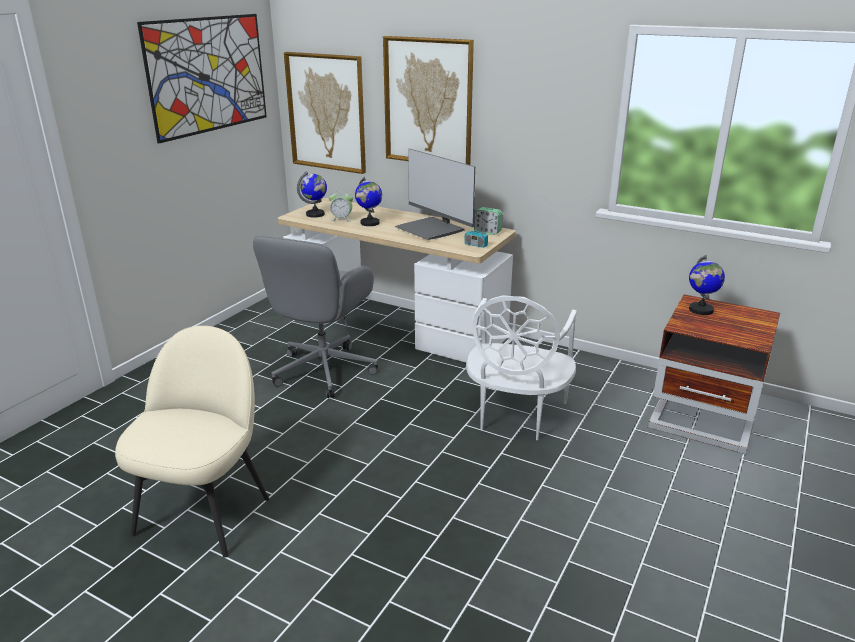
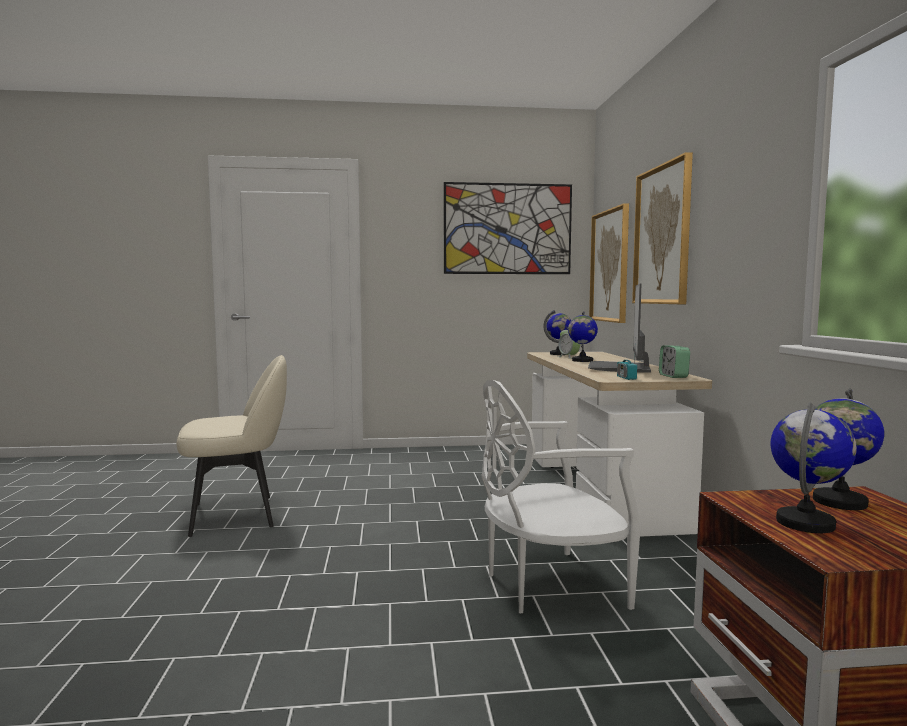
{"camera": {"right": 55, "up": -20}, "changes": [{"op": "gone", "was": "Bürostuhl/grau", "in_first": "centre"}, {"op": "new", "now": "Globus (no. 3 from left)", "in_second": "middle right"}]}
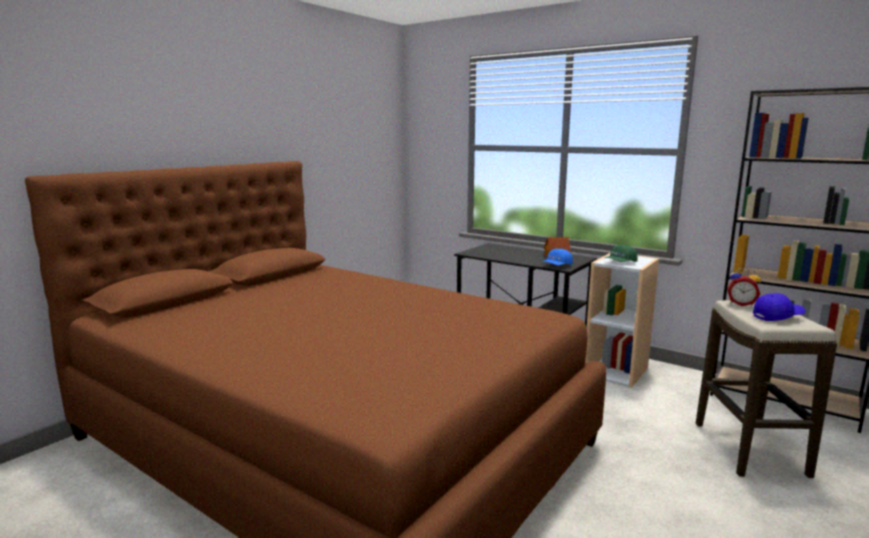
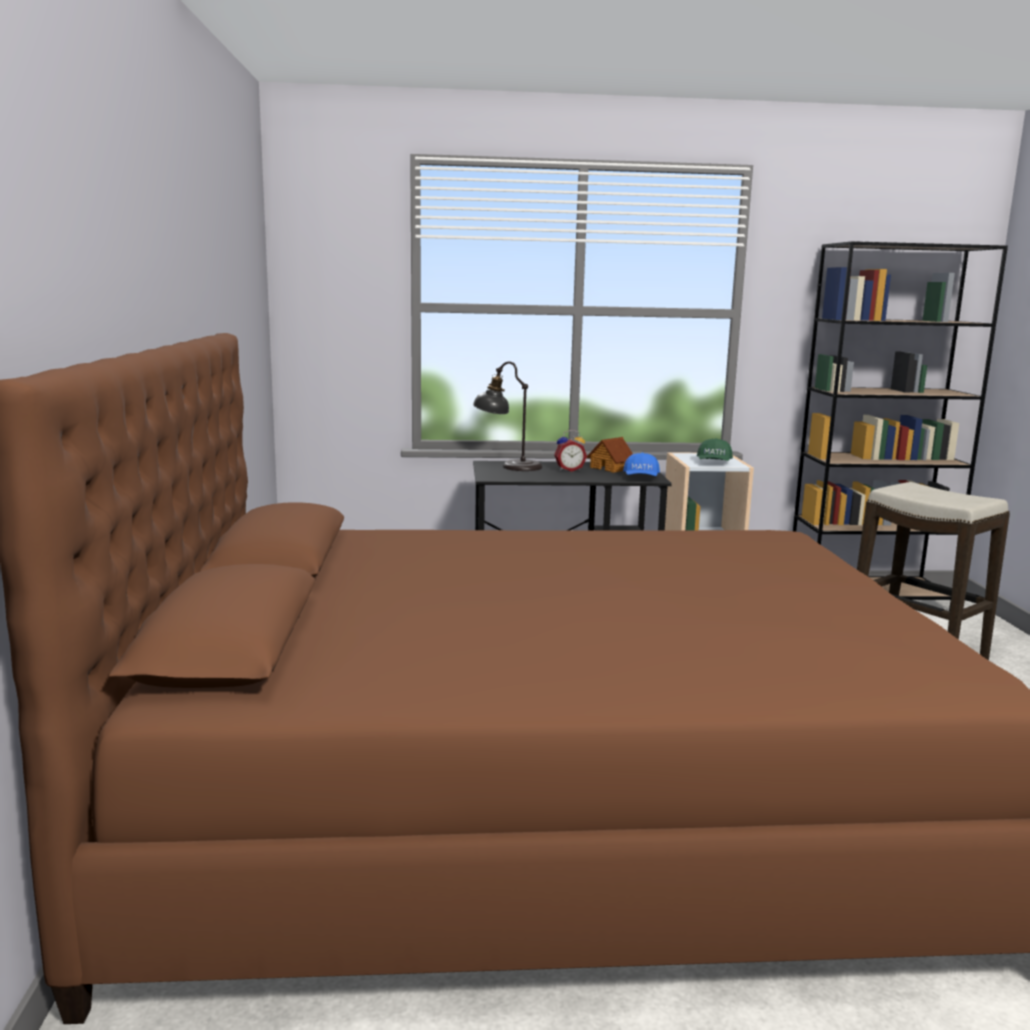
{"camera": {"right": -40, "up": 0}, "changes": [{"op": "shifted", "was": "Wecker", "in_first": "middle right", "in_second": "centre"}, {"op": "gone", "was": "Kappe/blau (no. 2 from left)", "in_first": "middle right"}, {"op": "new", "now": "Tischlampe/grau", "in_second": "centre"}]}
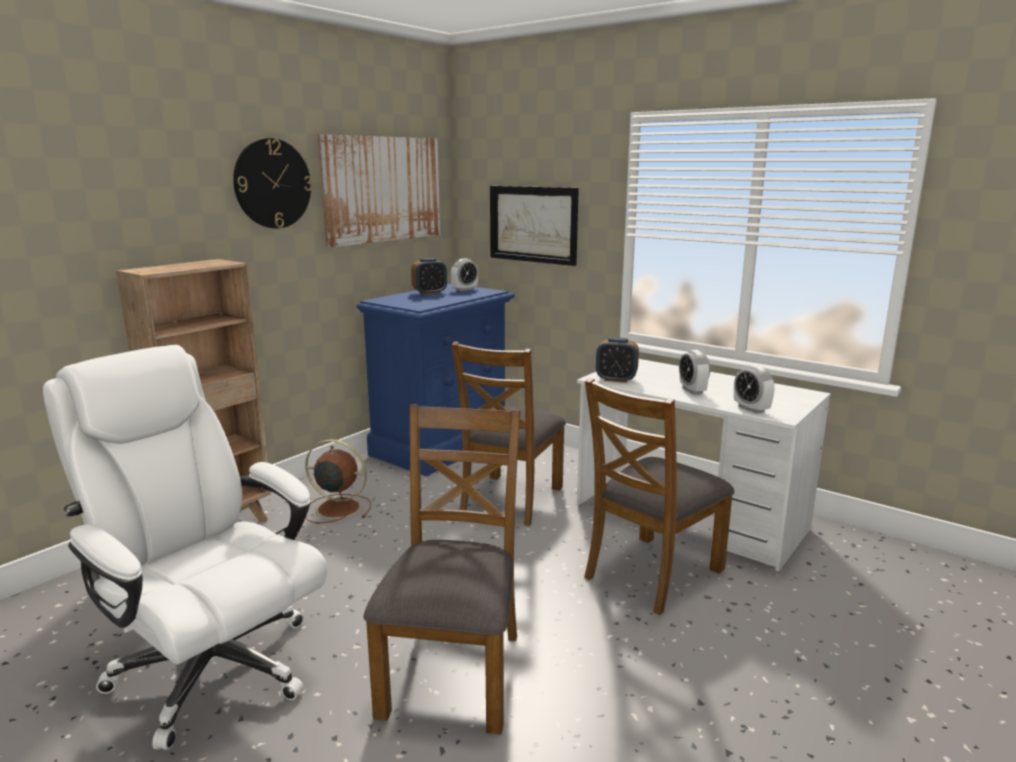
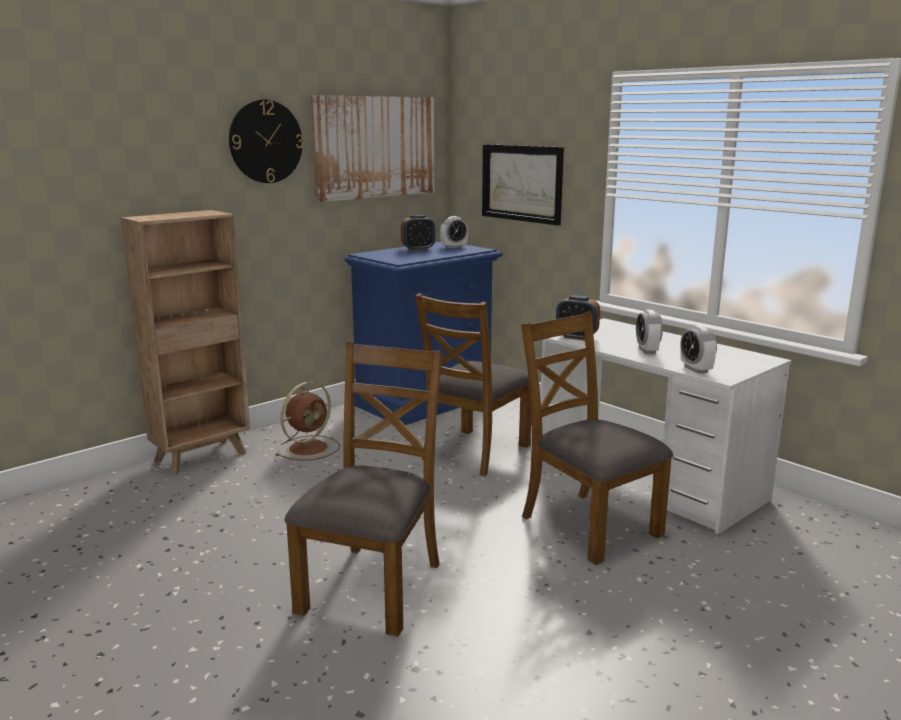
{"camera": {"right": 10, "up": 0}, "changes": [{"op": "gone", "was": "Bürostuhl/weiß", "in_first": "bottom left"}, {"op": "rotated", "was": "Stuhl/braun (no. 3 from left)", "in_first": "centre", "in_second": "centre", "clockwise": 90}, {"op": "rotated", "was": "Ventilator/braun", "in_first": "middle left", "in_second": "centre", "clockwise": 105}]}
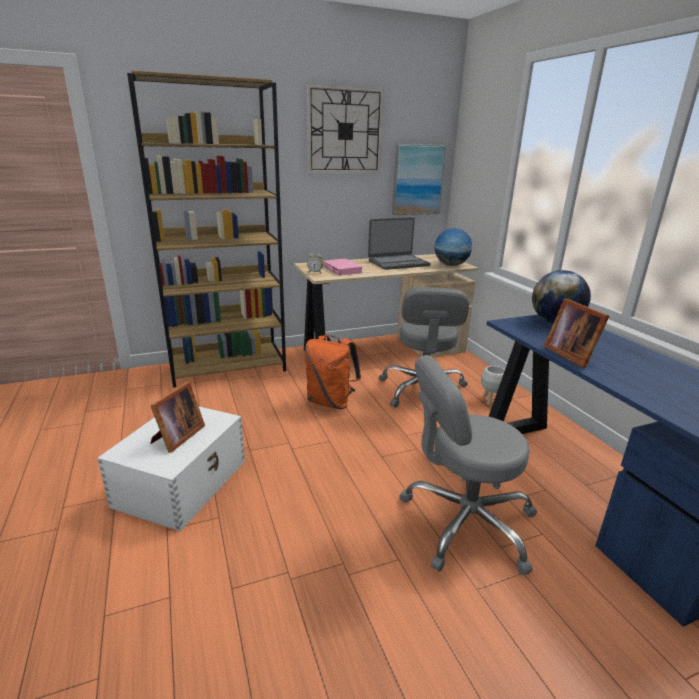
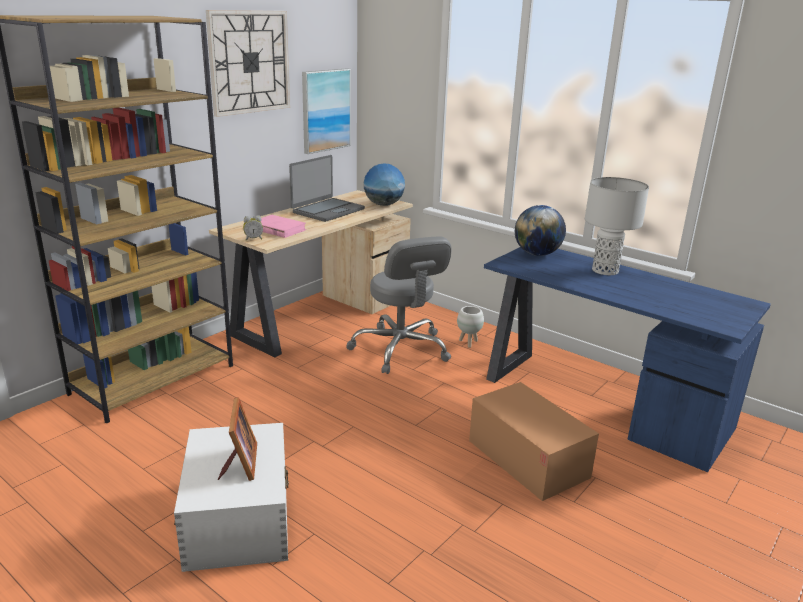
{"camera": {"right": -30, "up": 0}, "changes": [{"op": "gone", "was": "Bilderrahmen (no. 2 from left)", "in_first": "middle right"}, {"op": "gone", "was": "Rucksack/orange", "in_first": "centre"}, {"op": "swapped", "was": "Bürostuhl/grau (no. 2 from left)", "now": "Karton", "in_first": "middle right", "in_second": "bottom centre"}, {"op": "new", "now": "Tischlampe/weiß", "in_second": "middle right"}]}
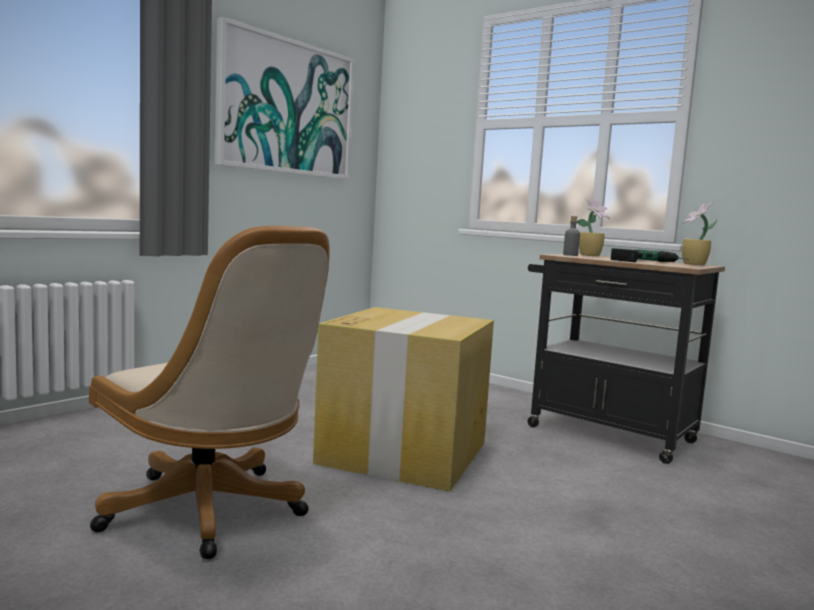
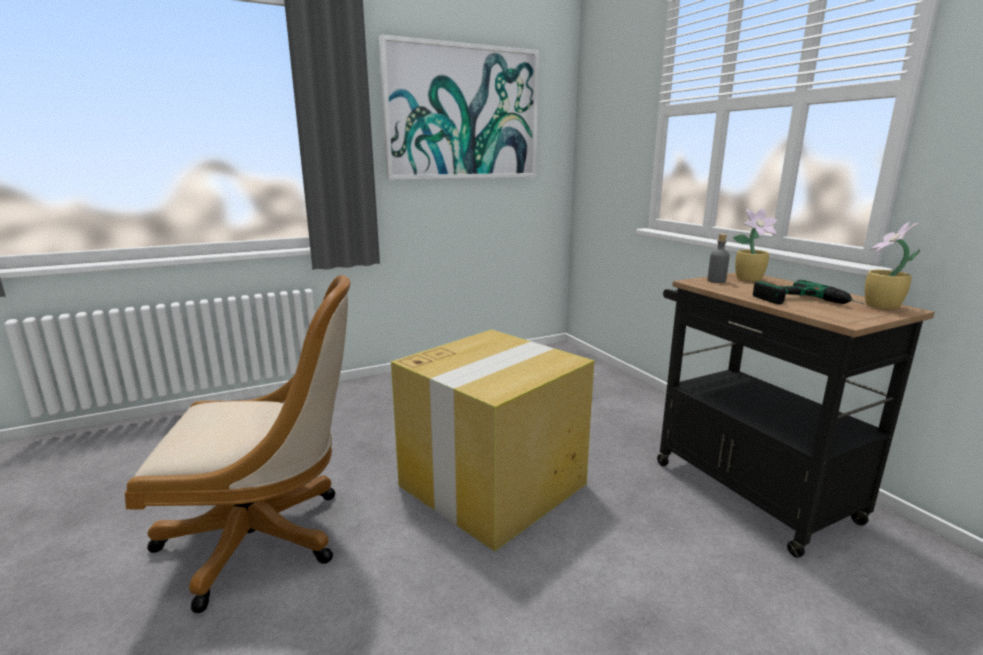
{"camera": {"right": 25, "up": 10}, "changes": [{"op": "rotated", "was": "Bürostuhl", "in_first": "middle left", "in_second": "bottom left", "clockwise": -75}]}
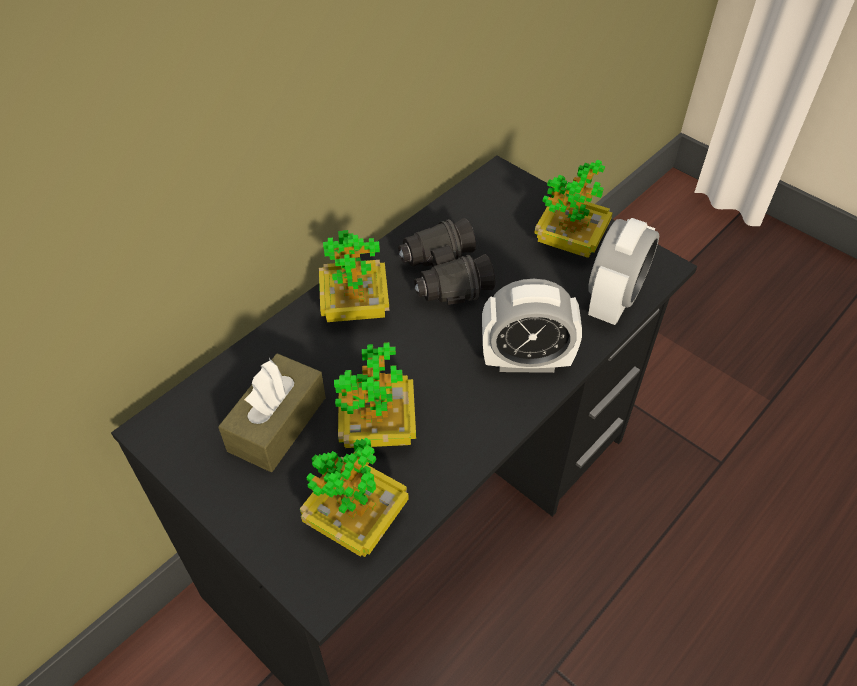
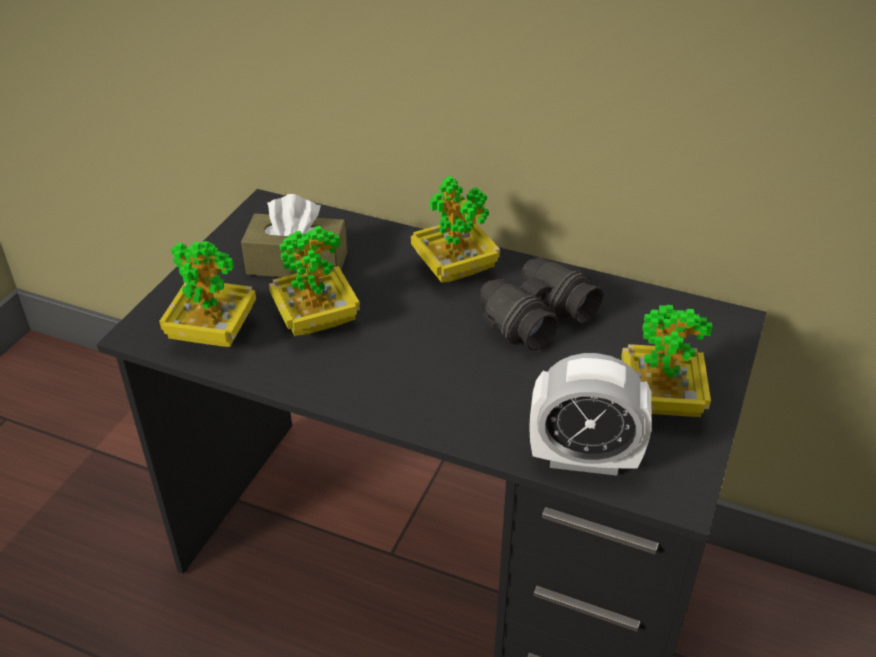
{"camera": {"right": 70, "up": -10}, "changes": [{"op": "gone", "was": "Wecker (no. 1 from left)", "in_first": "centre"}]}
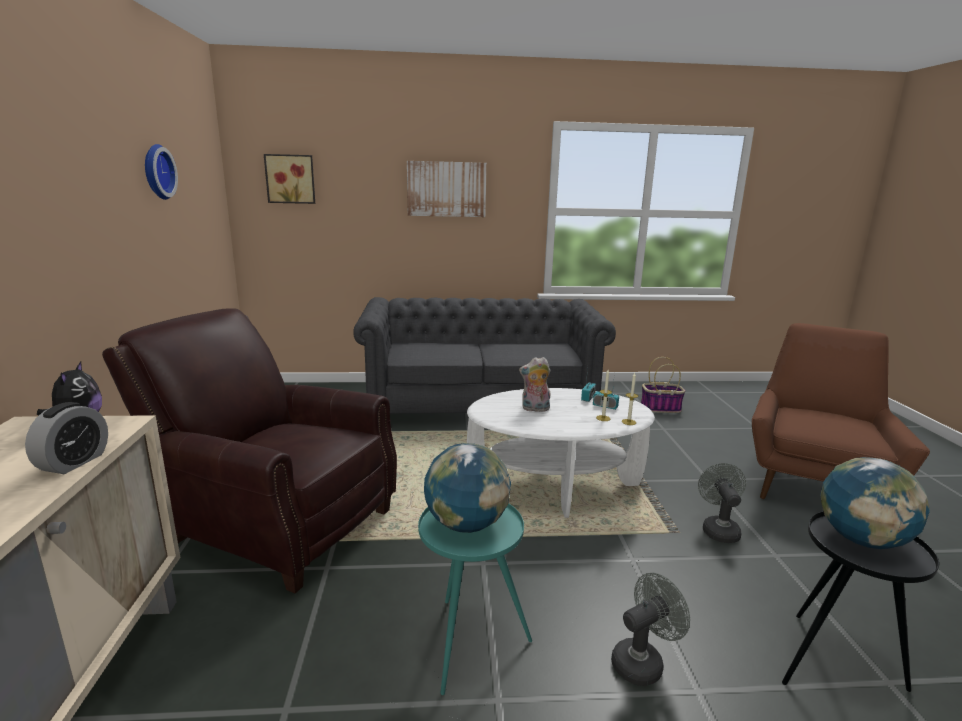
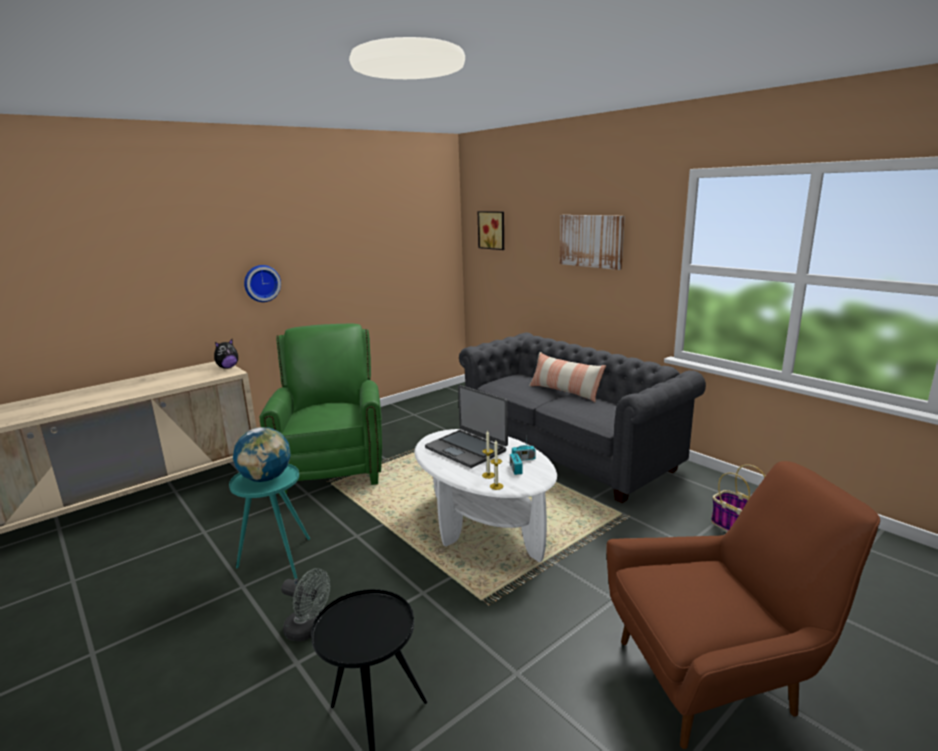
{"camera": {"right": 55, "up": 0}, "changes": [{"op": "shifted", "was": "Wanduhr", "in_first": "top left", "in_second": "middle left"}, {"op": "repainted", "was": "Sessel/braun (no. 1 from left)", "now": "Sessel/grün", "in_first": "middle left", "in_second": "centre"}, {"op": "swapped", "was": "Plüschtier (no. 2 from left)", "now": "Laptop", "in_first": "centre", "in_second": "centre"}, {"op": "gone", "was": "Wecker", "in_first": "middle left"}, {"op": "gone", "was": "Globus (no. 2 from left)", "in_first": "bottom right"}, {"op": "gone", "was": "Ventilator/grau (no. 2 from left)", "in_first": "bottom right"}, {"op": "new", "now": "Kissen", "in_second": "centre"}]}
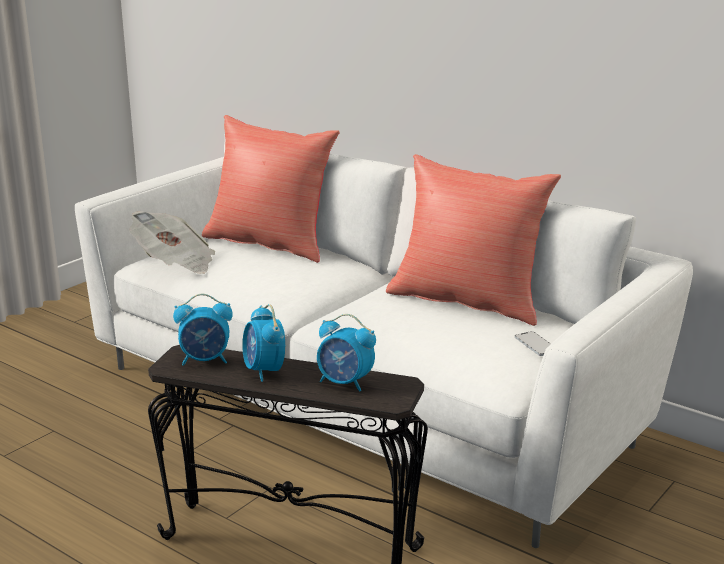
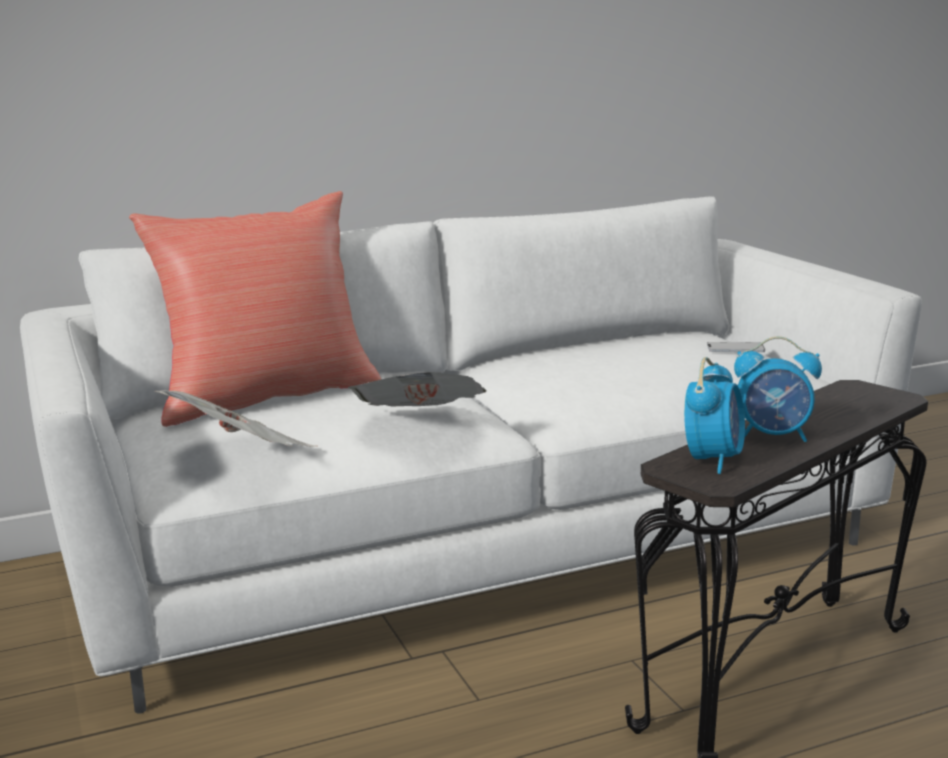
{"camera": {"right": -60, "up": -5}, "changes": [{"op": "gone", "was": "Kissen/rot (no. 2 from left)", "in_first": "centre"}, {"op": "gone", "was": "Wecker (no. 3 from left)", "in_first": "centre"}, {"op": "new", "now": "Zeitung (no. 2 from left)", "in_second": "centre"}]}
